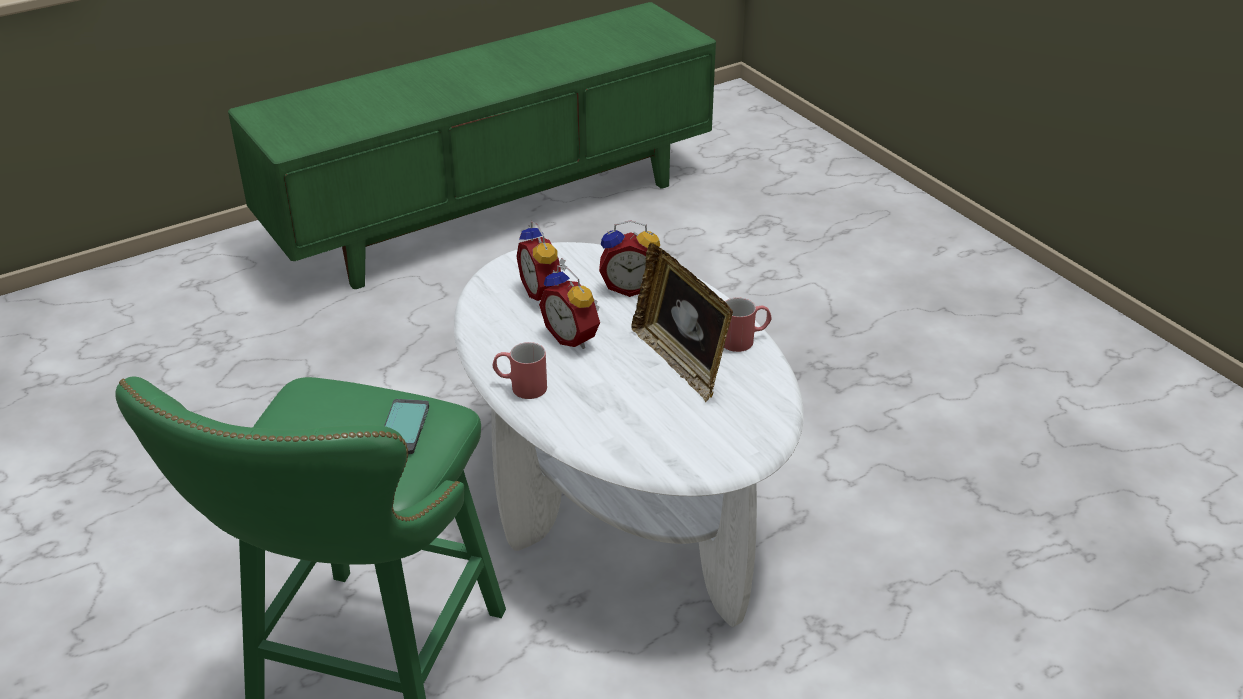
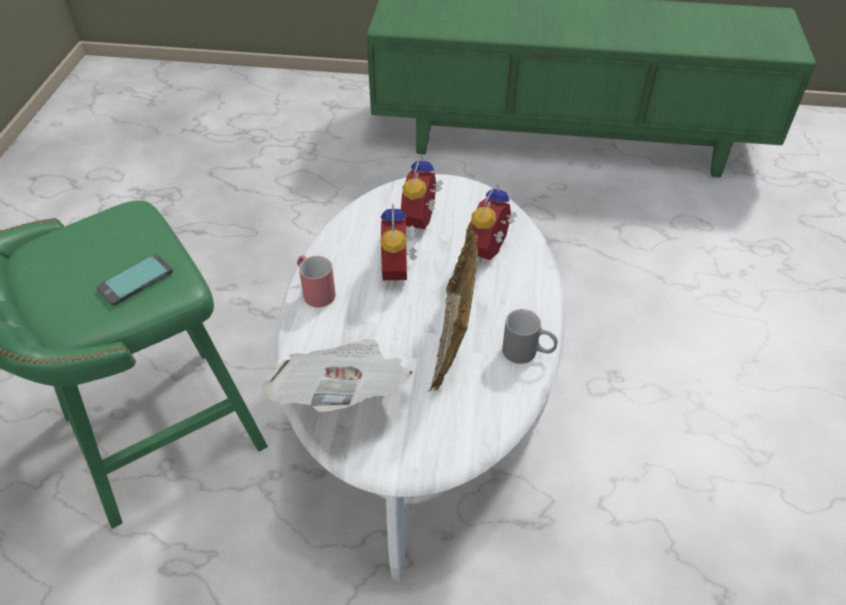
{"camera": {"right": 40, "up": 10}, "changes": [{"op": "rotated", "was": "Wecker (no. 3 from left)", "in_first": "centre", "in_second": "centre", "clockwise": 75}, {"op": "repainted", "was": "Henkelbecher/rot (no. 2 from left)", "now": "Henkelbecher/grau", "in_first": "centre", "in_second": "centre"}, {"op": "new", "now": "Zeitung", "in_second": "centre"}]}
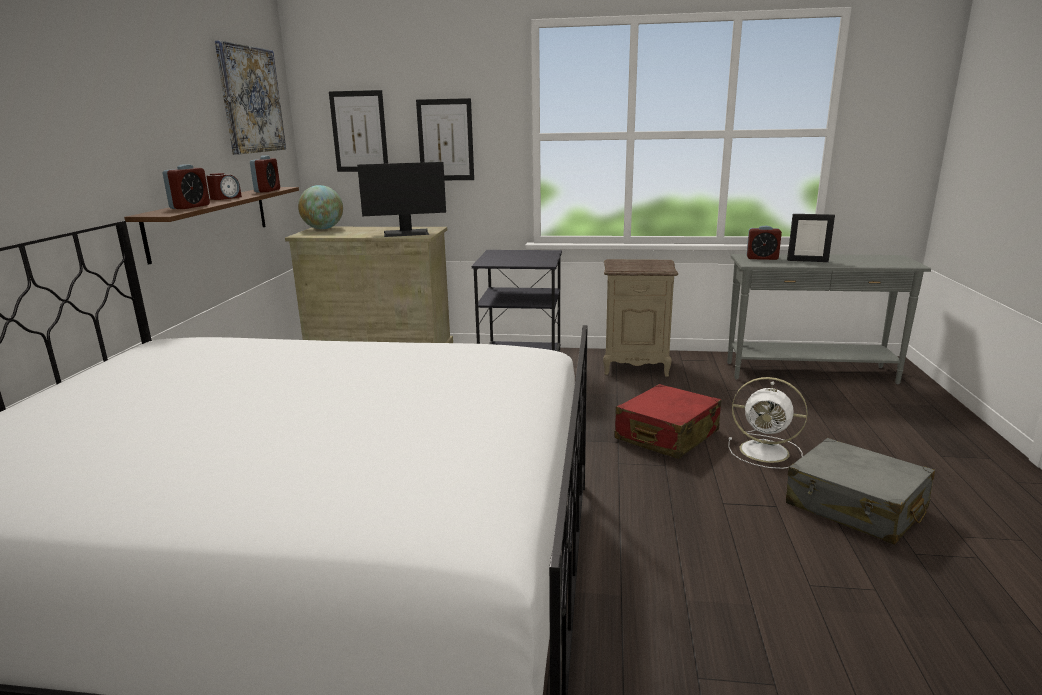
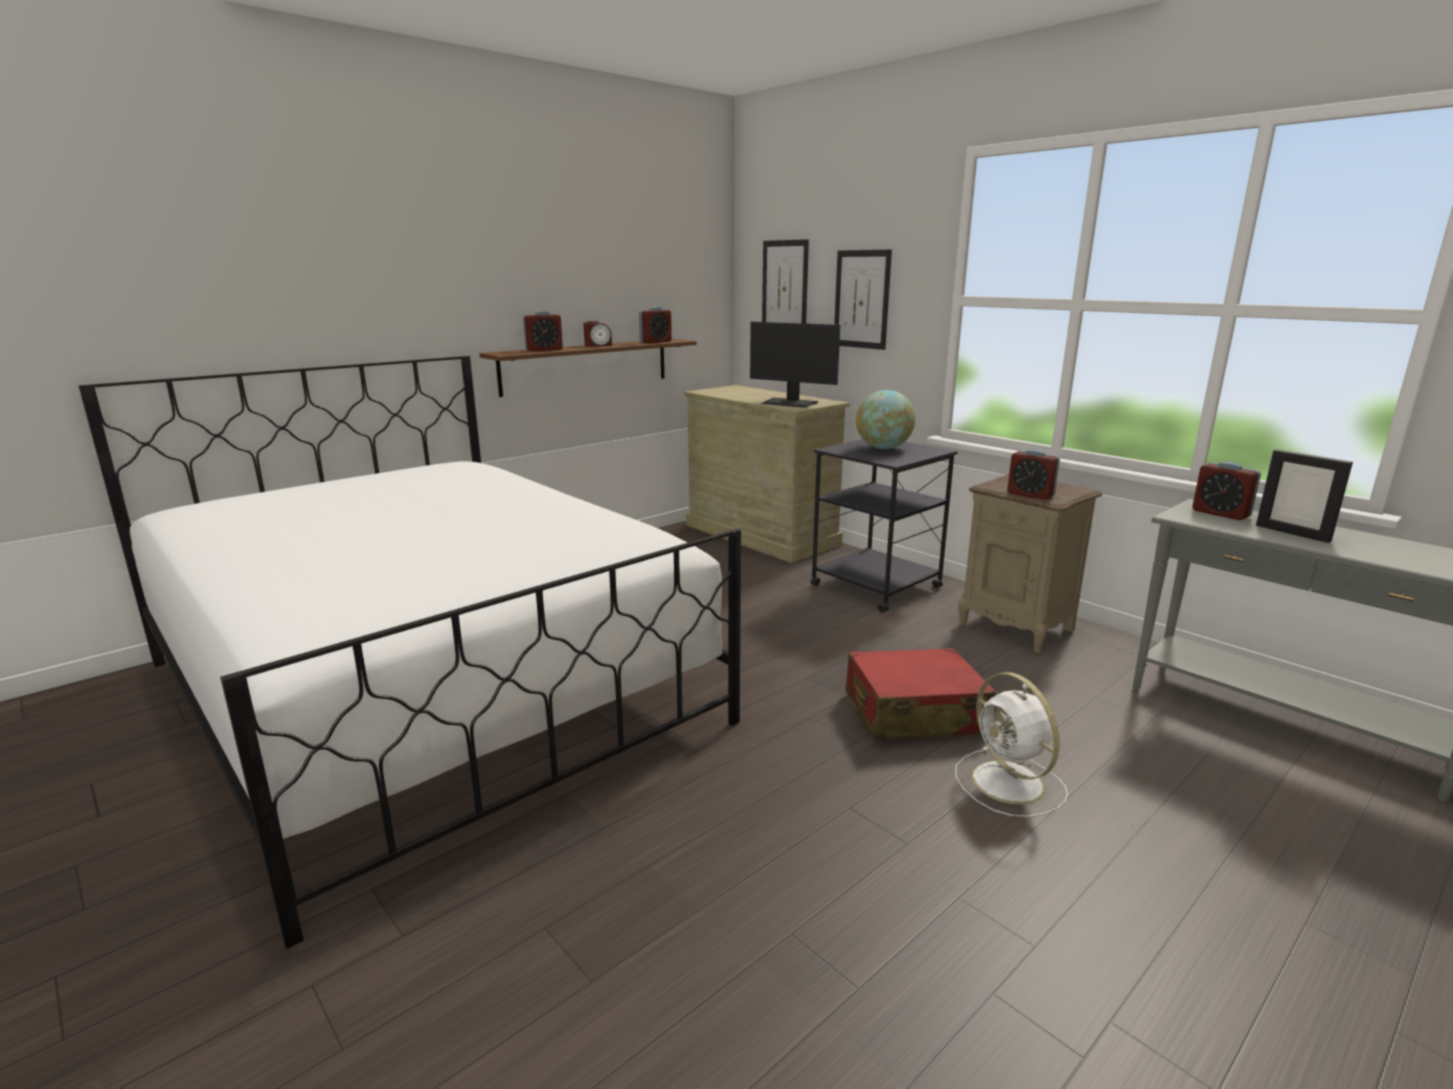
{"camera": {"right": 40, "up": 0}, "changes": [{"op": "gone", "was": "Bild (no. 1 from left)", "in_first": "top left"}, {"op": "shifted", "was": "Globus", "in_first": "top left", "in_second": "centre"}, {"op": "gone", "was": "Koffer/grau", "in_first": "bottom right"}, {"op": "new", "now": "Wecker (no. 4 from left)", "in_second": "middle right"}]}
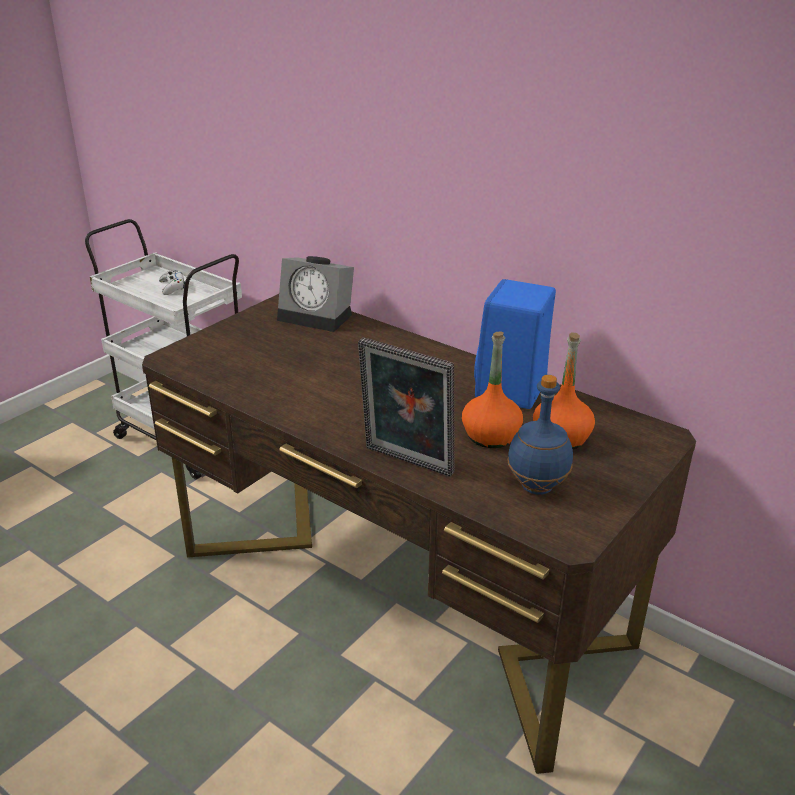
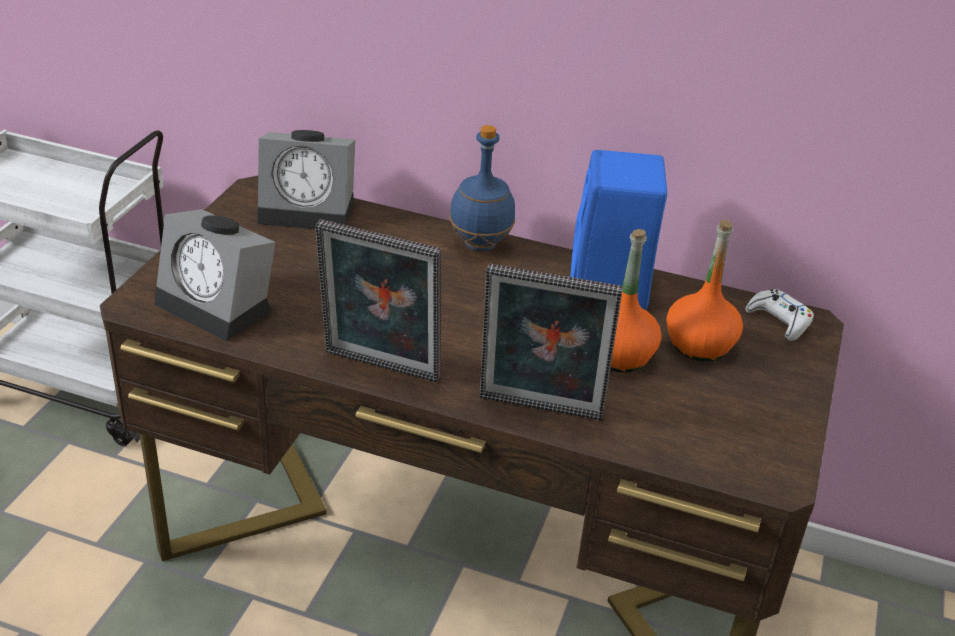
{"camera": {"right": -20, "up": 5}, "changes": [{"op": "shifted", "was": "Gamepad/weiß", "in_first": "middle left", "in_second": "middle right"}, {"op": "shifted", "was": "Flasche/blau", "in_first": "middle right", "in_second": "top centre"}, {"op": "new", "now": "Wecker (no. 1 from left)", "in_second": "middle left"}, {"op": "new", "now": "Bilderrahmen (no. 1 from left)", "in_second": "centre"}]}
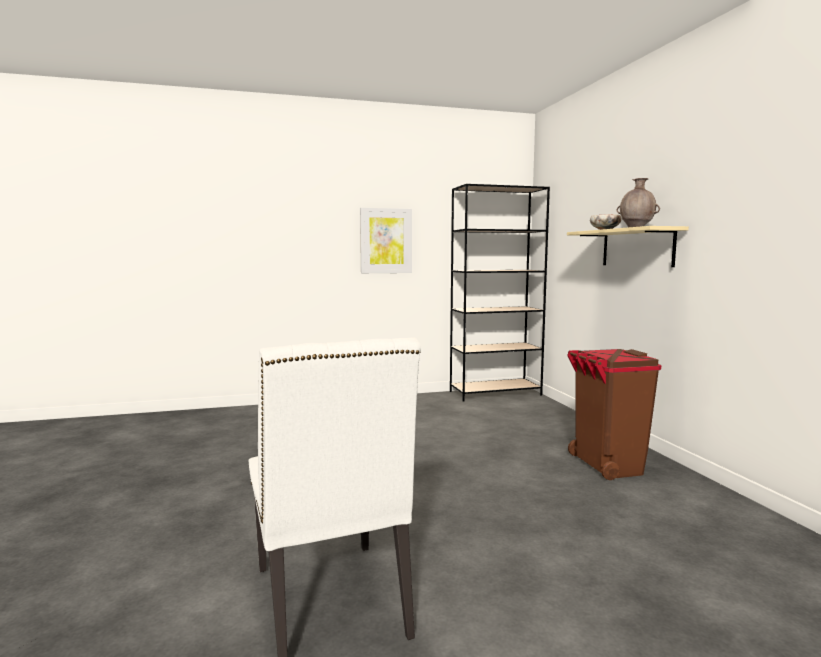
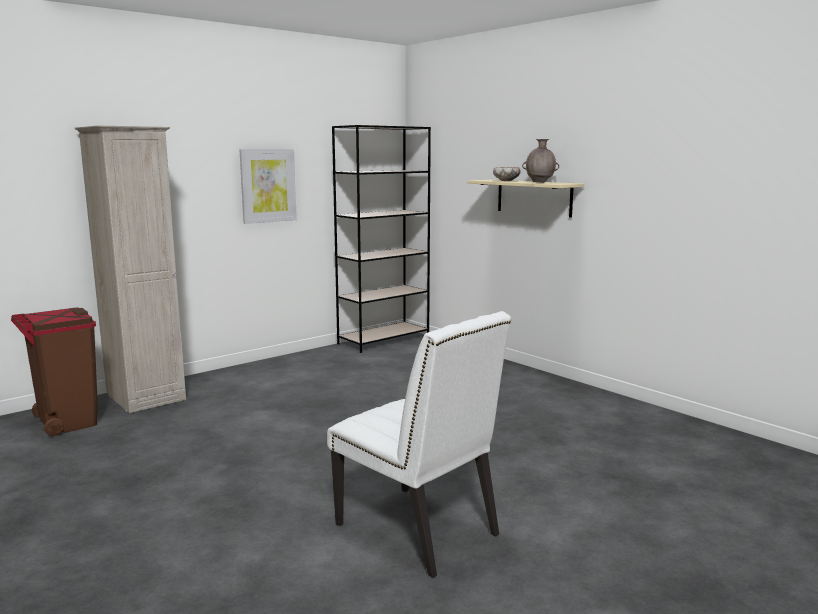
{"camera": {"right": -25, "up": 5}, "changes": [{"op": "shifted", "was": "Mülleimer/braun", "in_first": "middle right", "in_second": "middle left"}, {"op": "new", "now": "Schrank/beige", "in_second": "middle left"}]}
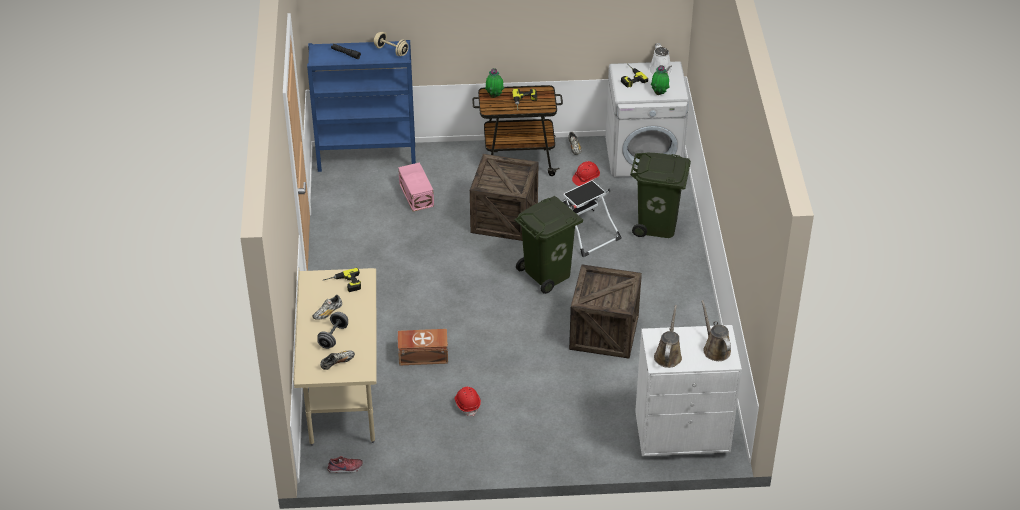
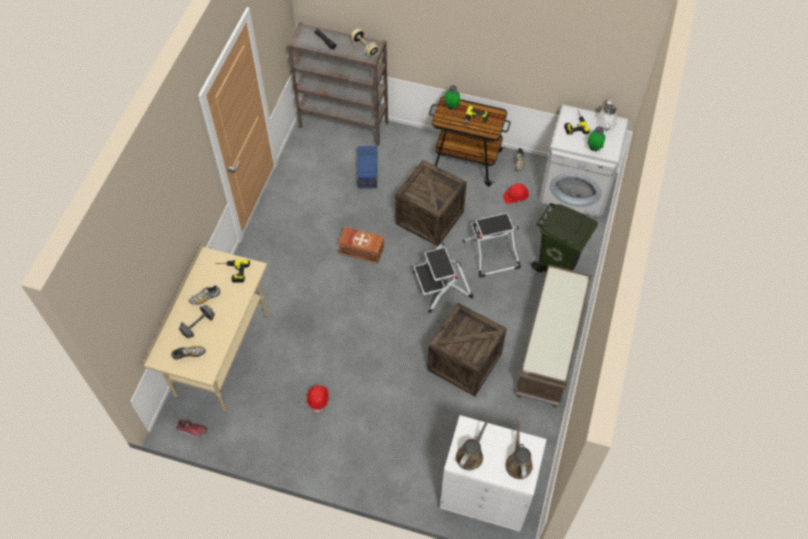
{"camera": {"right": 20, "up": 15}, "changes": [{"op": "repainted", "was": "Bücherregal/blau", "now": "Bücherregal/grau", "in_first": "top centre", "in_second": "top centre"}, {"op": "repainted", "was": "Aufbewahrungsbox/rosa", "now": "Aufbewahrungsbox/blau", "in_first": "centre", "in_second": "top centre"}, {"op": "swapped", "was": "Mülleimer/grün (no. 1 from left)", "now": "Trittleiter (no. 1 from left)", "in_first": "centre", "in_second": "centre"}, {"op": "shifted", "was": "Aufbewahrungsbox/braun", "in_first": "bottom centre", "in_second": "centre"}, {"op": "new", "now": "Bank/braun", "in_second": "middle right"}]}
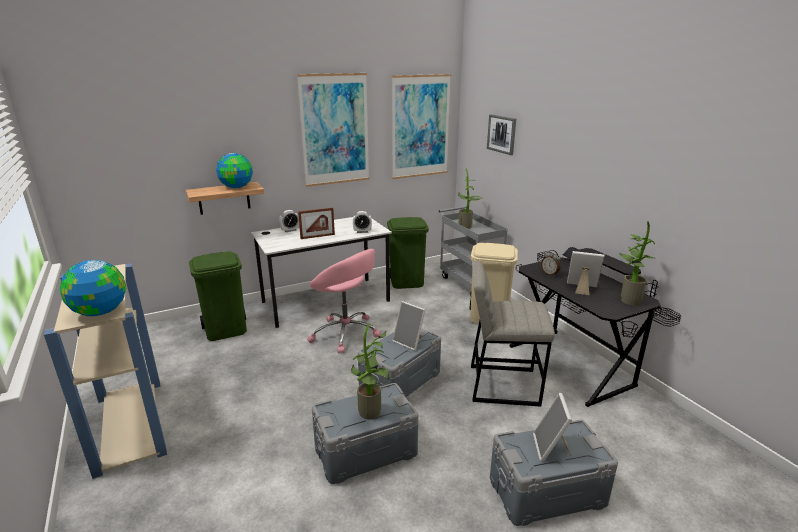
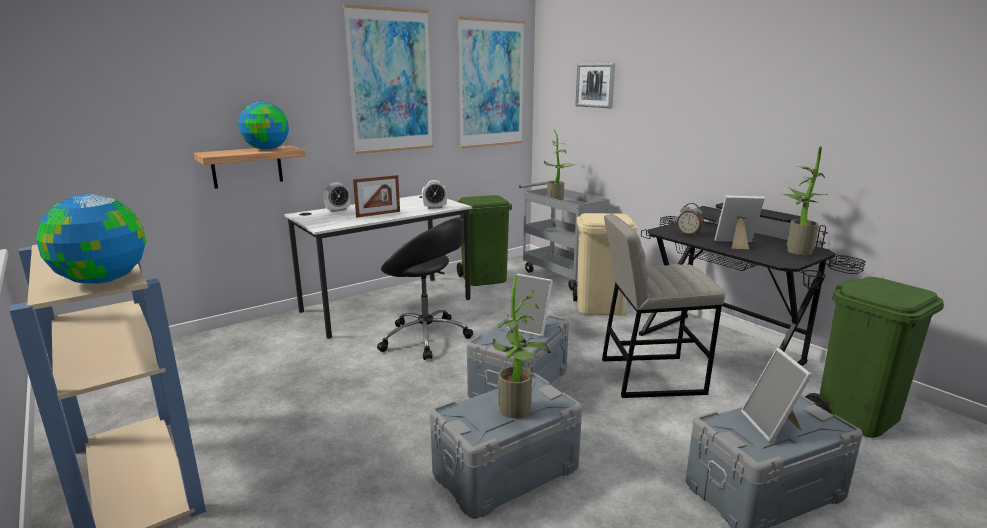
{"camera": {"right": -10, "up": -5}, "changes": [{"op": "repainted", "was": "Bürostuhl/rosa", "now": "Bürostuhl/schwarz", "in_first": "centre", "in_second": "centre"}, {"op": "shifted", "was": "Mülleimer/grün (no. 1 from left in the first image)", "now": "Mülleimer/grün (no. 2 from left)", "in_first": "middle left", "in_second": "bottom right"}]}
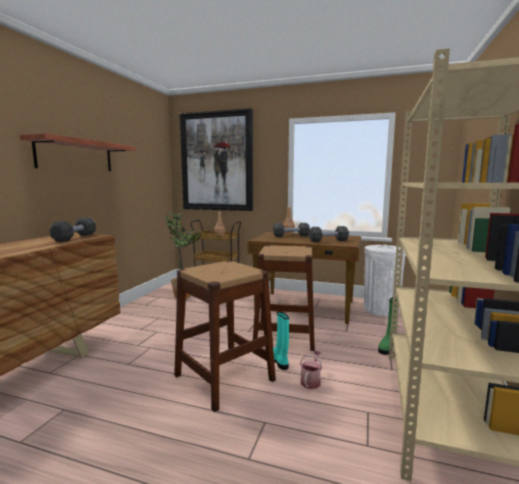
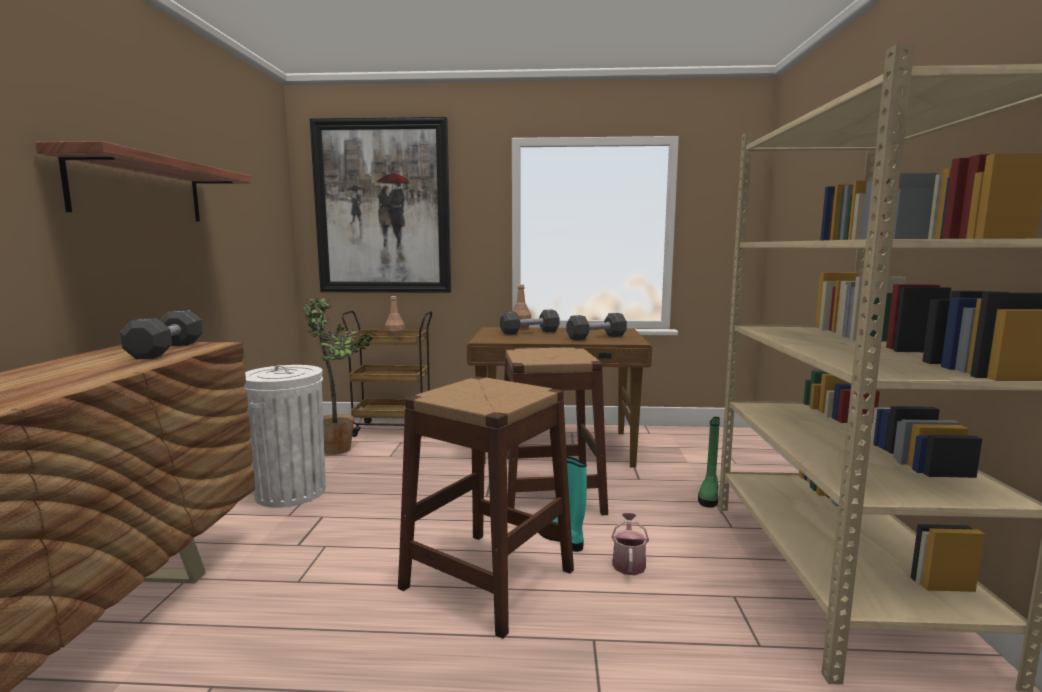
{"camera": {"right": -15, "up": 0}, "changes": [{"op": "shifted", "was": "Mülleimer/weiß", "in_first": "middle right", "in_second": "middle left"}]}
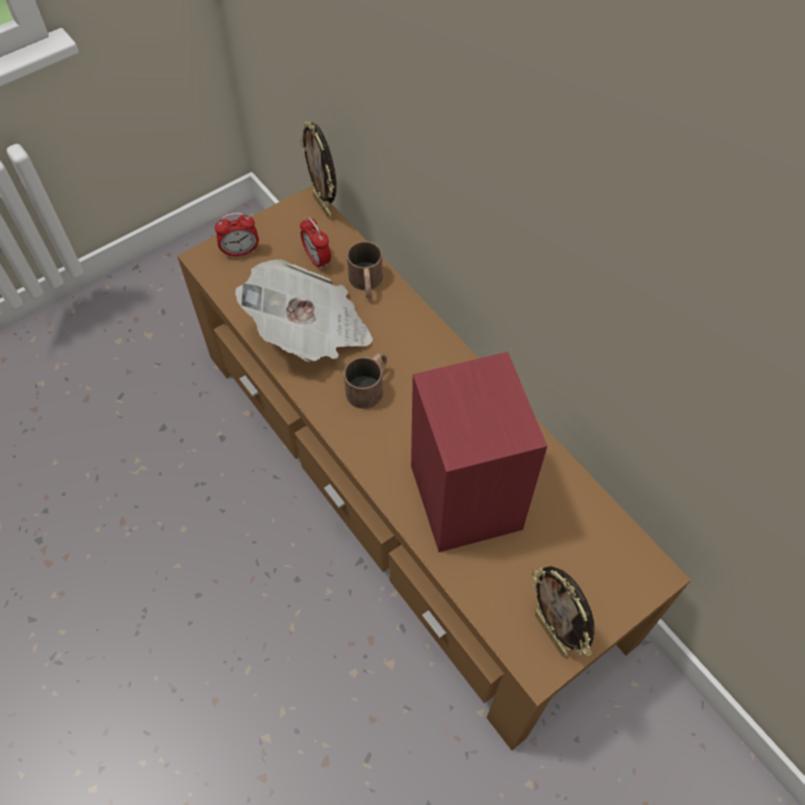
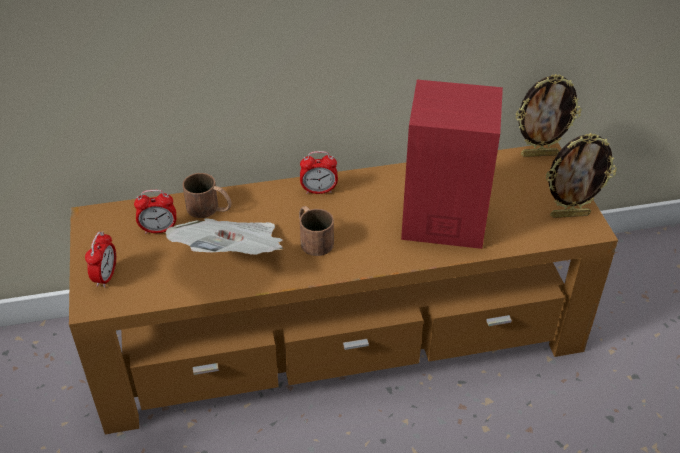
{"camera": {"right": -65, "up": -15}, "changes": [{"op": "shifted", "was": "Bilderrahmen (no. 1 from left)", "in_first": "top centre", "in_second": "top right"}, {"op": "new", "now": "Wecker (no. 3 from left)", "in_second": "centre"}]}
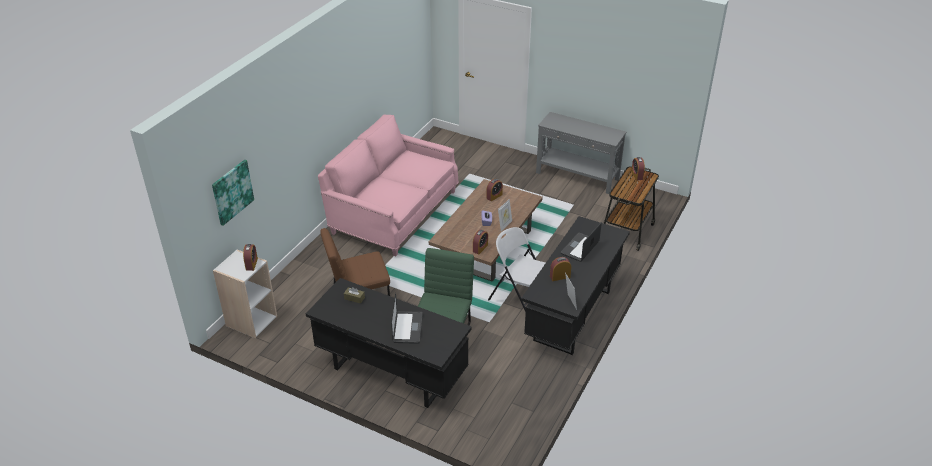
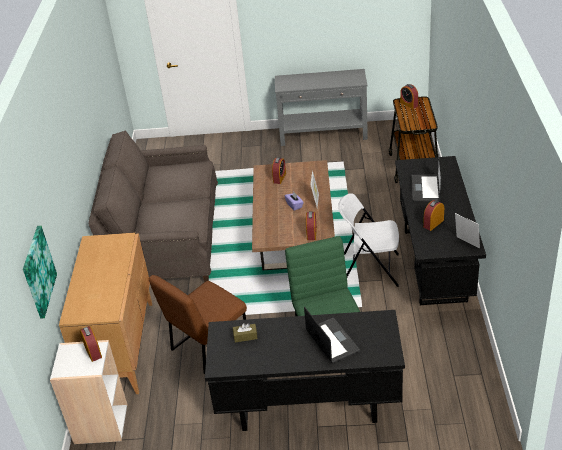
{"camera": {"right": -25, "up": 0}, "changes": [{"op": "repainted", "was": "Sofa/rosa", "now": "Sofa/grau", "in_first": "centre", "in_second": "middle left"}, {"op": "new", "now": "Schrank/braun", "in_second": "bottom left"}]}
